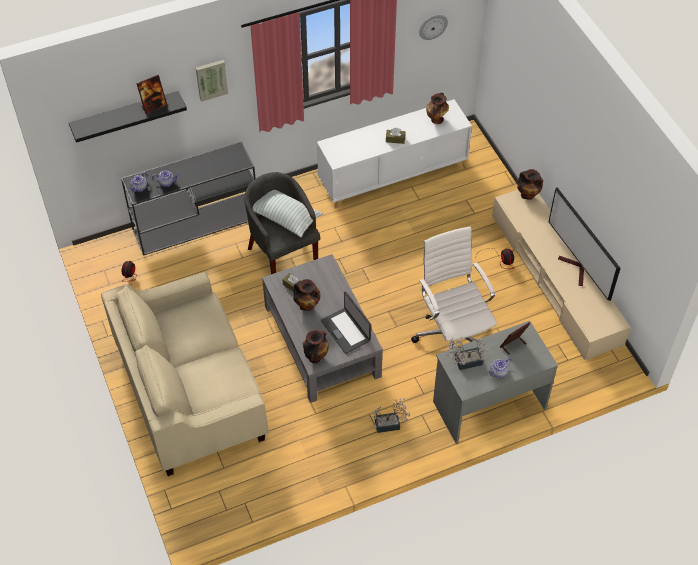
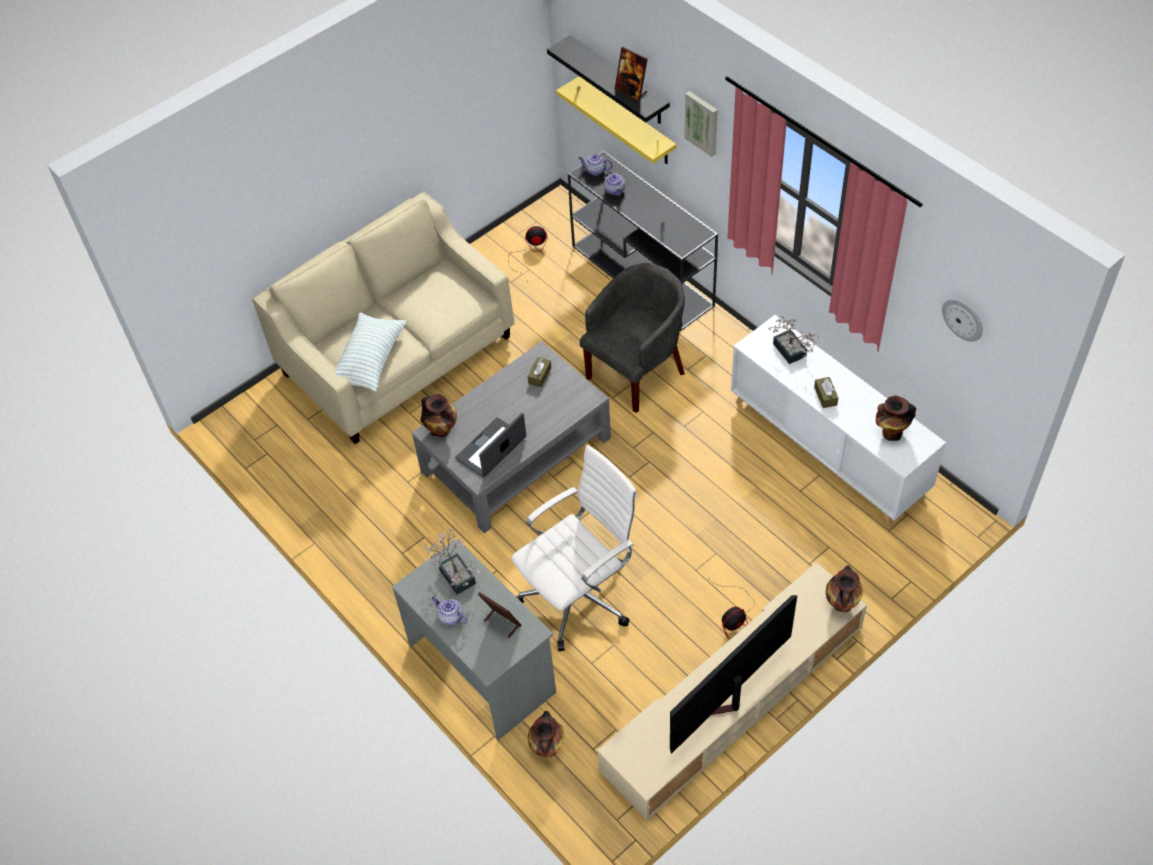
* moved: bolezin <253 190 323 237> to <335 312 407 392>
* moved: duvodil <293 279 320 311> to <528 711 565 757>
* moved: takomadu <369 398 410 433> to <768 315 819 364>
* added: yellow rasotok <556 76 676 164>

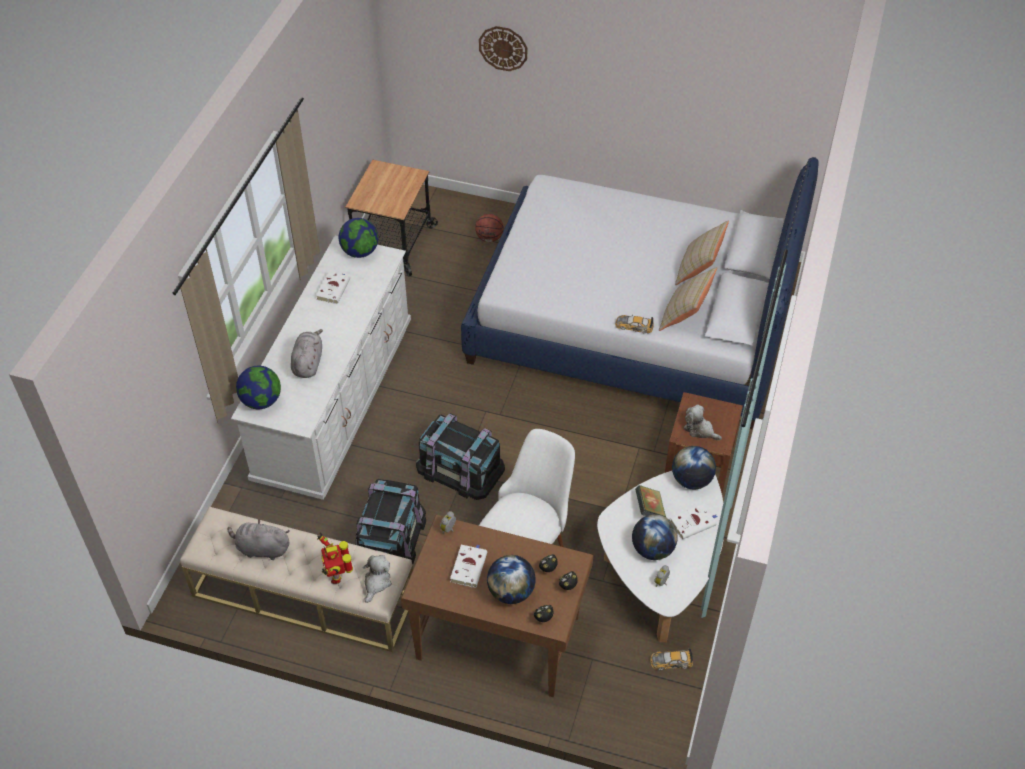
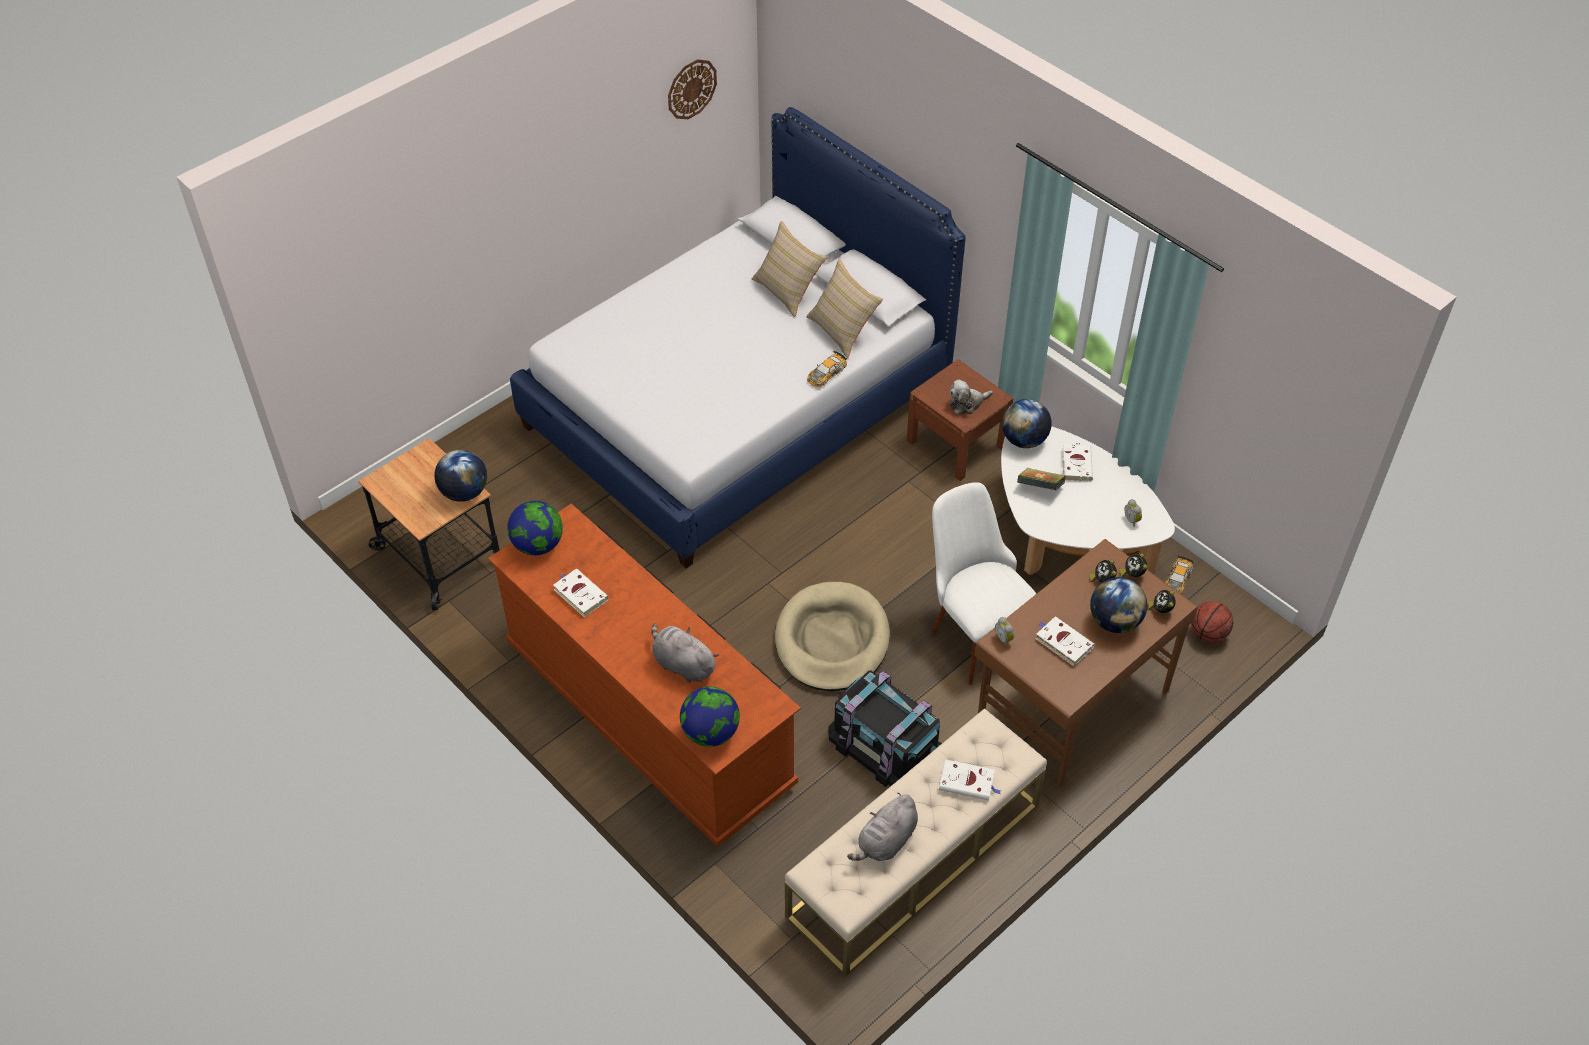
* recoloured: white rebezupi <231 236 411 500> to brown rebezupi <488 504 801 847>
* replaced: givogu <317 533 353 584> to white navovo <939 759 1001 801>
* removed: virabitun <363 555 392 603>
* replaced: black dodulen <416 413 505 500> to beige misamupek <775 582 890 691>
* moved: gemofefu <475 214 504 242> to <1191 601 1233 643>
* moved: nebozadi <479 26 527 71> to <668 59 717 119>
* moved: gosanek <632 514 678 560> to <434 450 487 502>

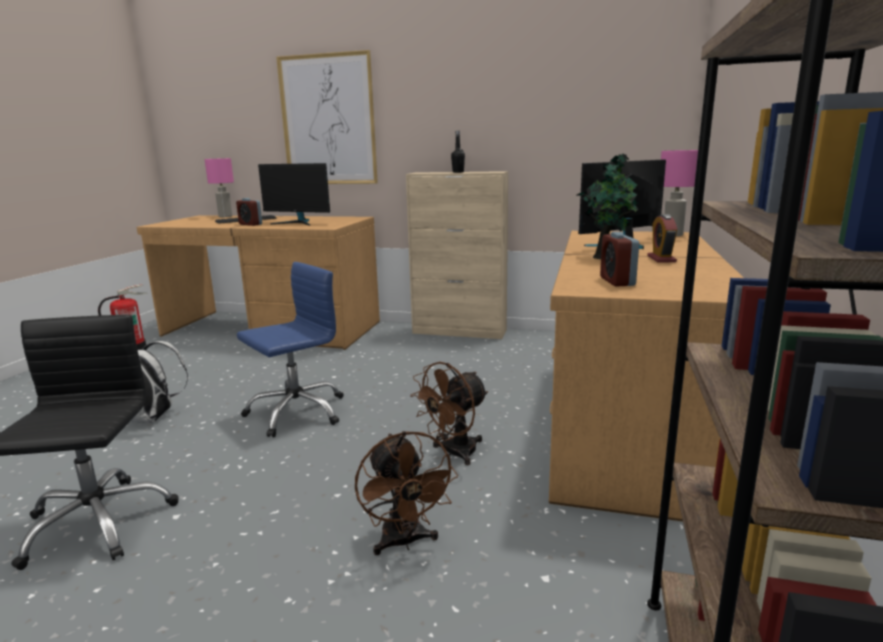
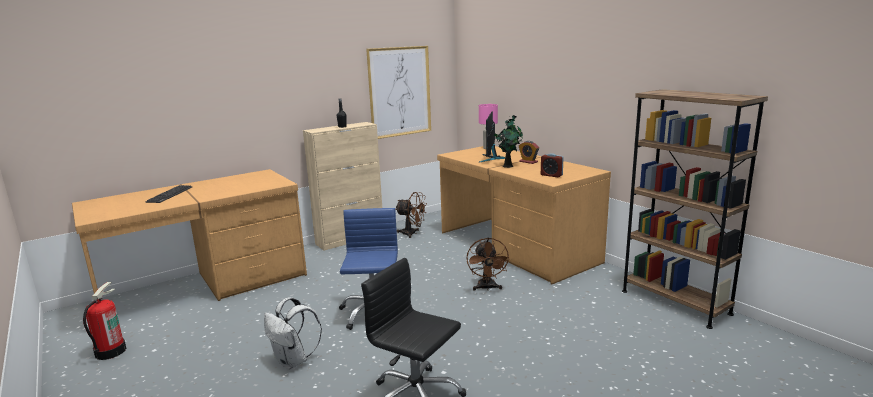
* removed: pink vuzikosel <205 158 234 217>
* removed: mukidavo <236 198 262 226>
* removed: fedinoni <258 163 330 226>
* moved: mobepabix <276 50 378 184> to <366 46 431 139>
* moved: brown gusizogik <355 431 458 555> to <396 192 426 238>

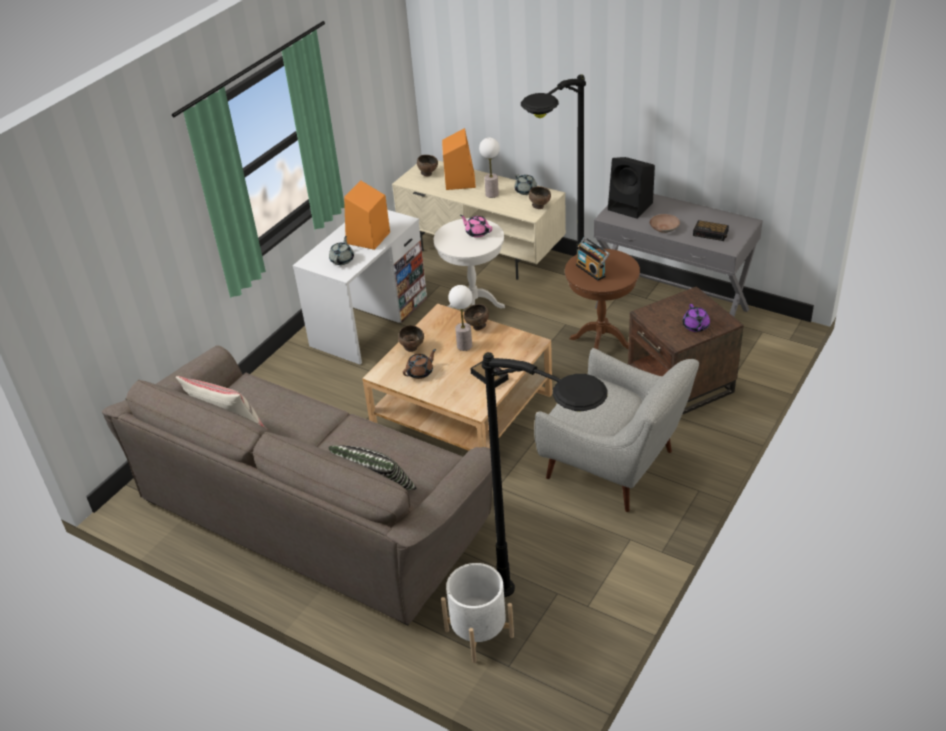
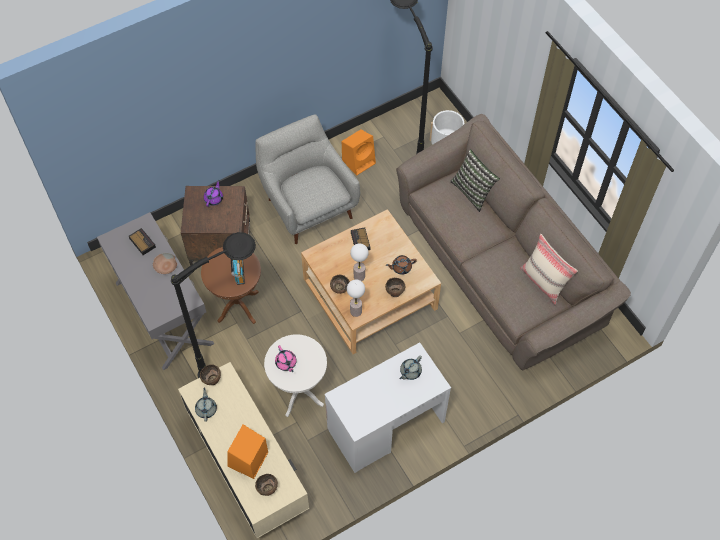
* moved: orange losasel <344 180 390 250> to <342 129 376 176>
* moved: vuzikosel <479 137 500 198> to <347 279 365 317>
* removed: black losasel <608 157 655 219>

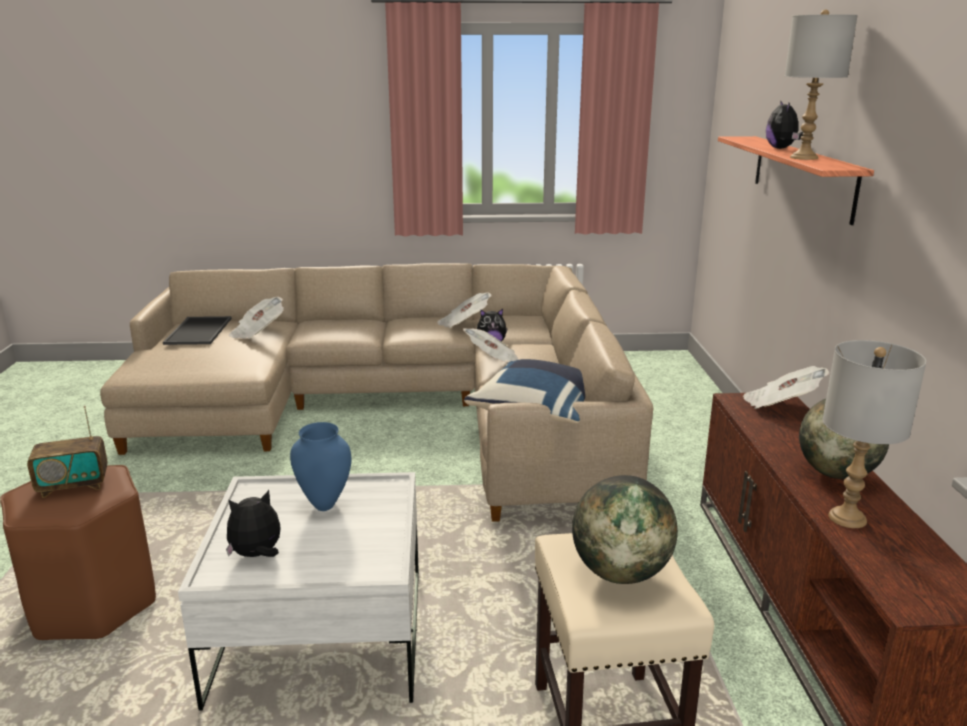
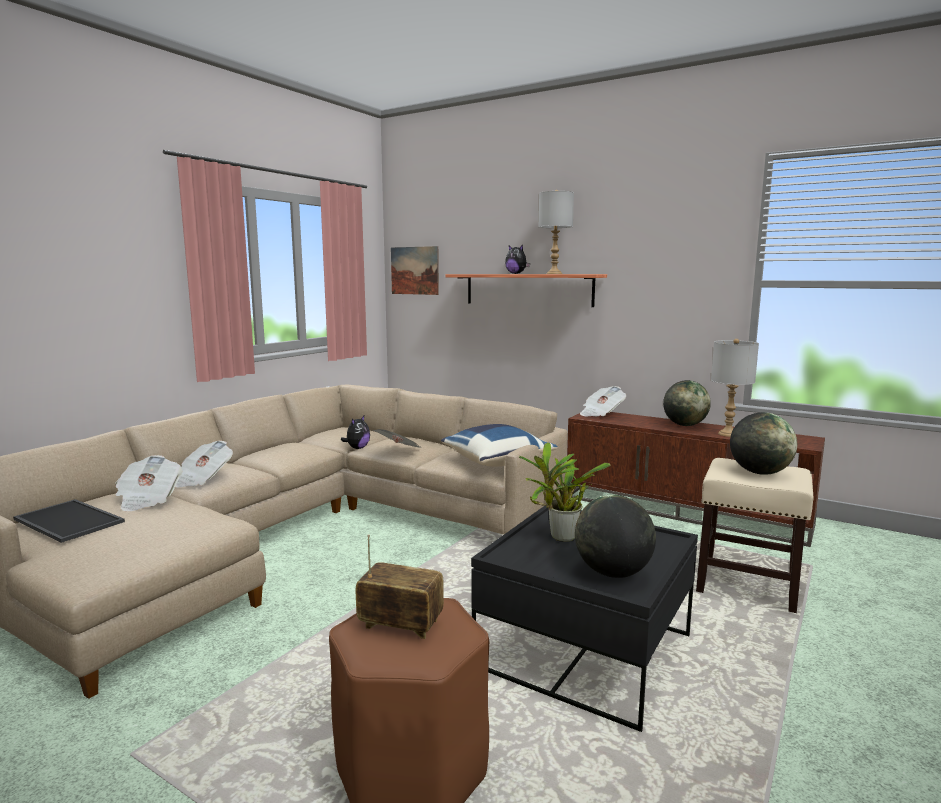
* turned: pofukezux <27 405 107 498> = <355 534 444 639> 90 degrees counterclockwise
* recoloured: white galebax <178 472 419 711> to black galebax <471 506 698 732>
* replaced: virabitun <226 490 280 557> to gosanek <575 495 656 578>
* replaced: blue duvodil <290 422 351 511> to takomadu <519 442 611 542>
* moved: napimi <437 293 492 328> to <175 440 233 487>
* added: mobepabix <391 246 439 295>

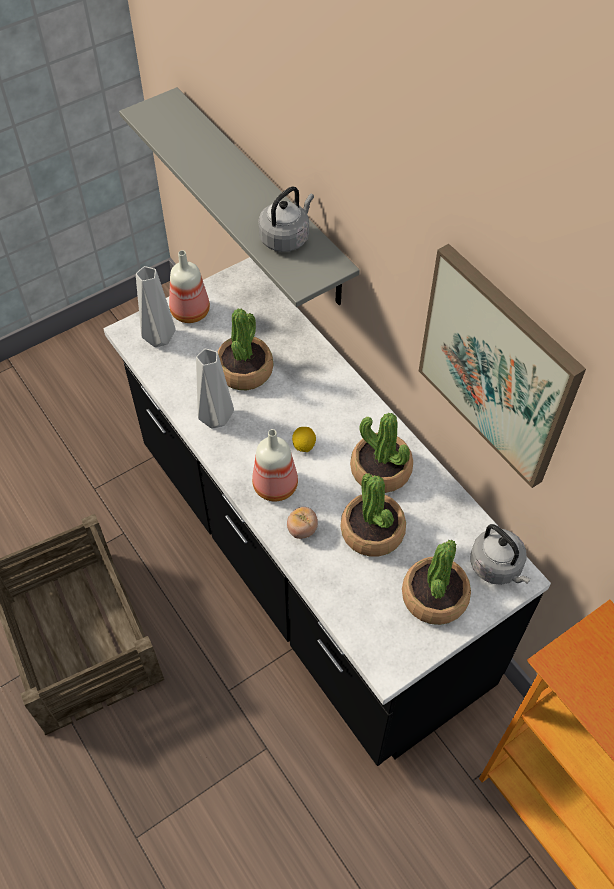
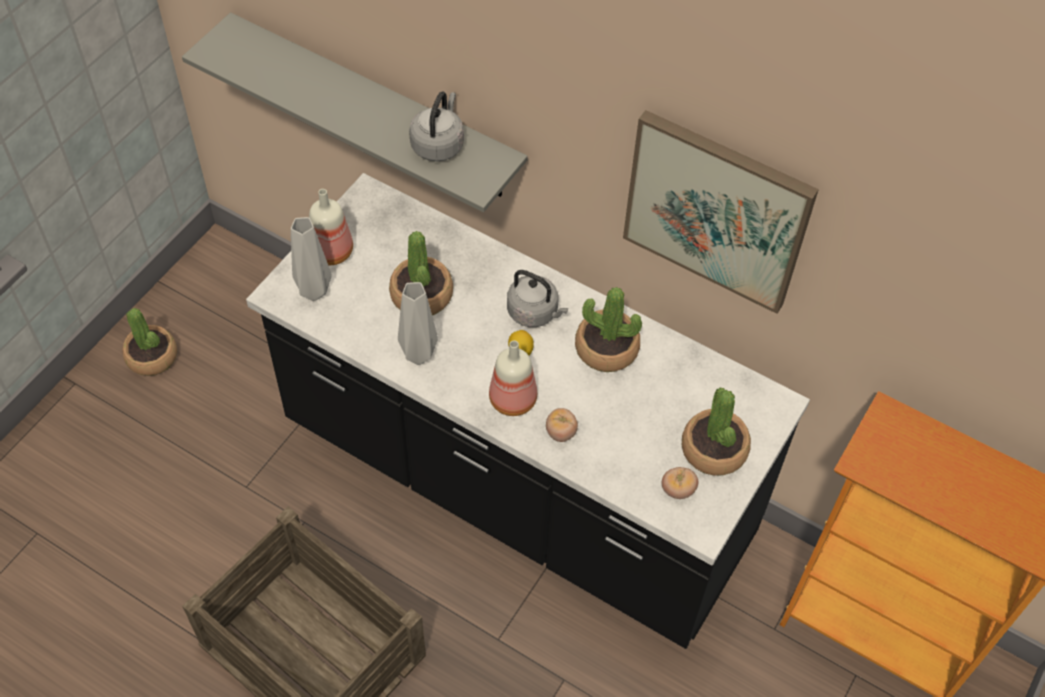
* moved: takomadu <340 473 406 557> to <122 308 177 376>
* moved: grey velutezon <470 524 531 585> to <507 270 568 327>
* added: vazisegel <662 467 698 499>

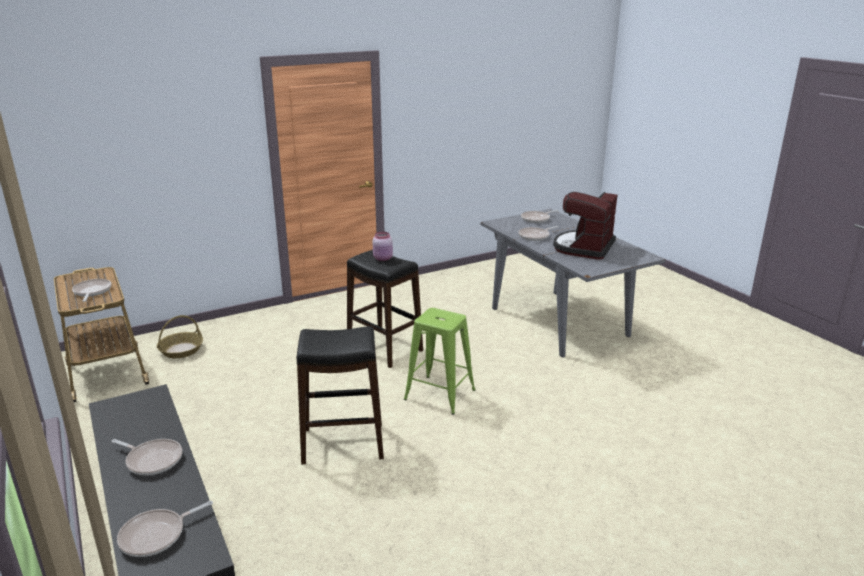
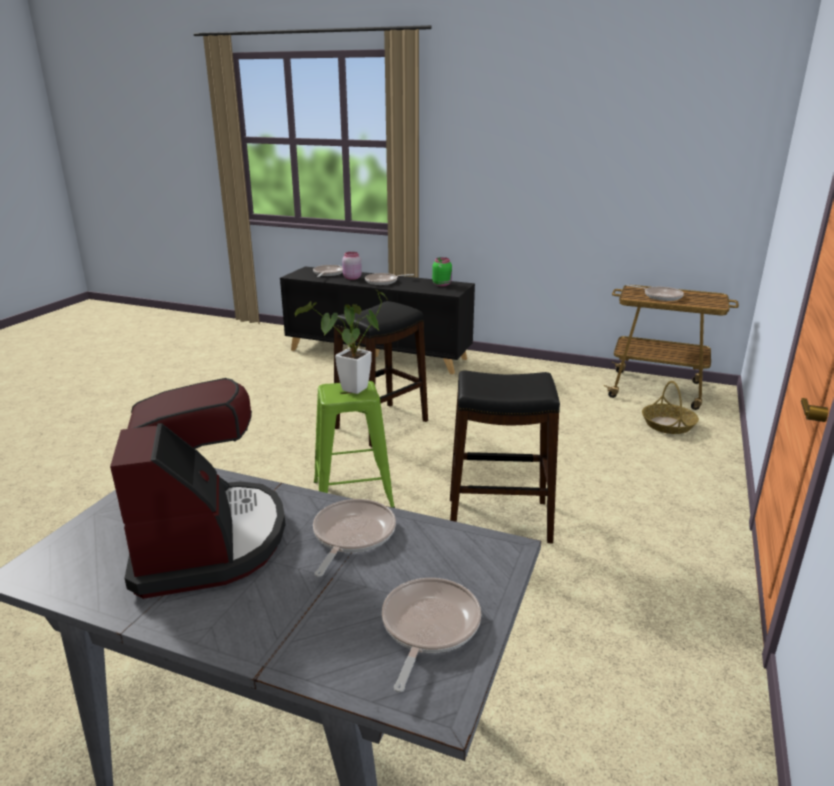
* moved: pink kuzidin <372 232 393 261> to <342 252 362 280>
* added: takomadu <295 289 387 394>
* added: green kuzidin <432 257 452 286>

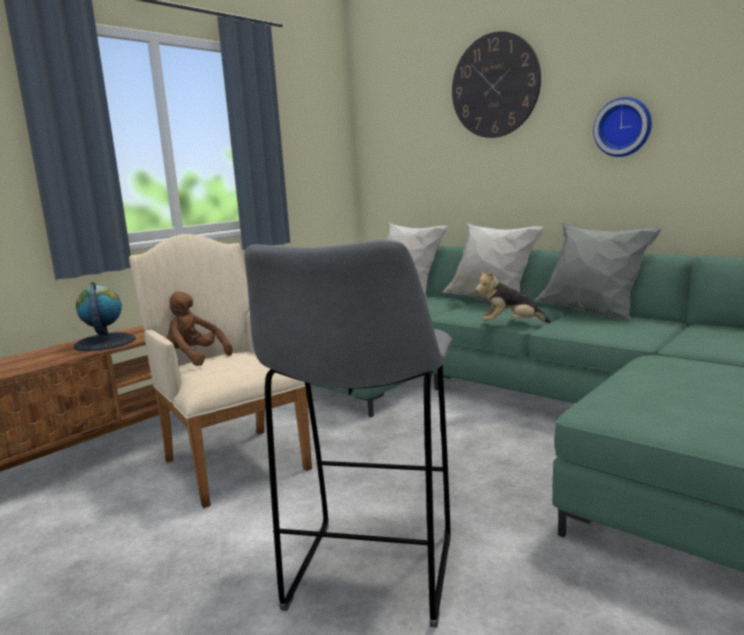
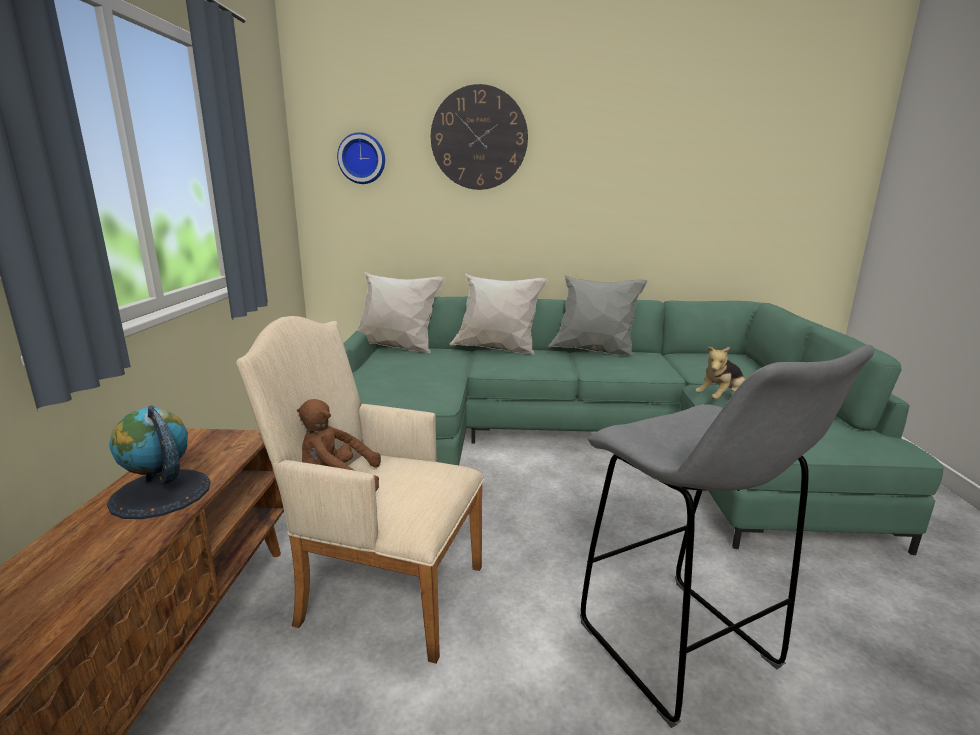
* moved: virabitun <475 271 551 323> to <695 347 745 400>
* moved: nebozadi <593 97 652 157> to <337 132 385 184>

